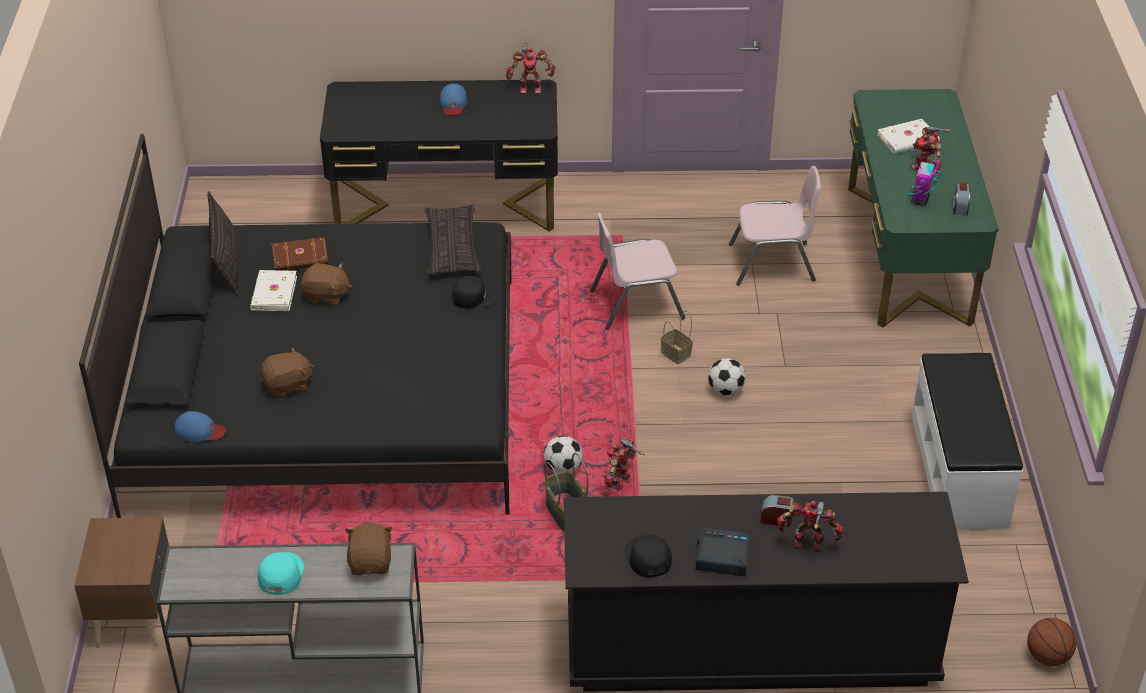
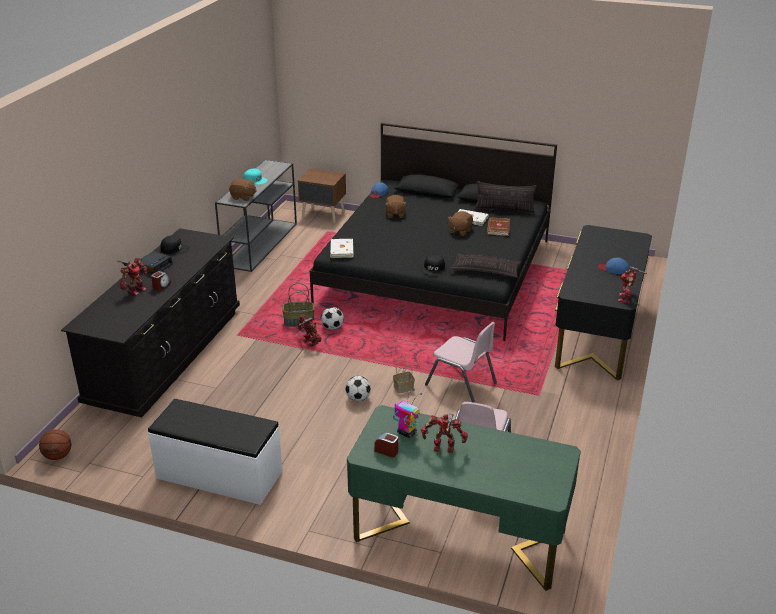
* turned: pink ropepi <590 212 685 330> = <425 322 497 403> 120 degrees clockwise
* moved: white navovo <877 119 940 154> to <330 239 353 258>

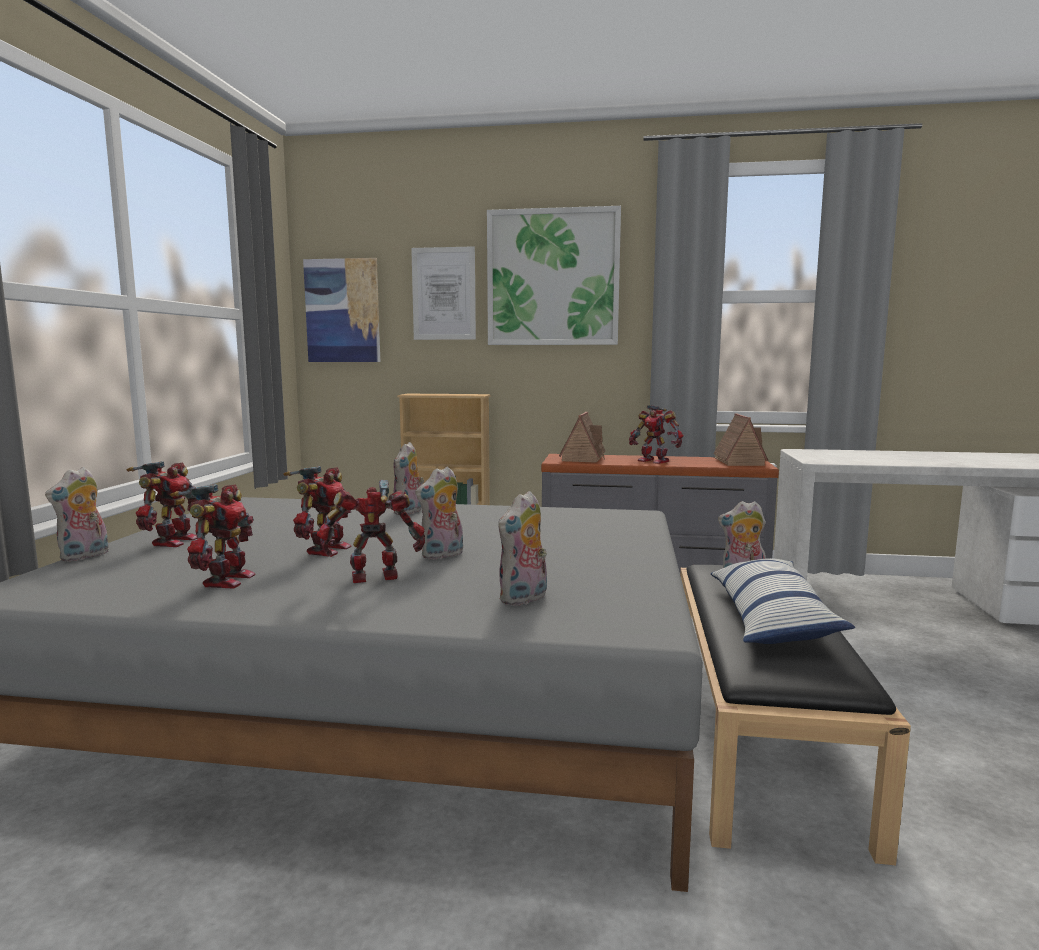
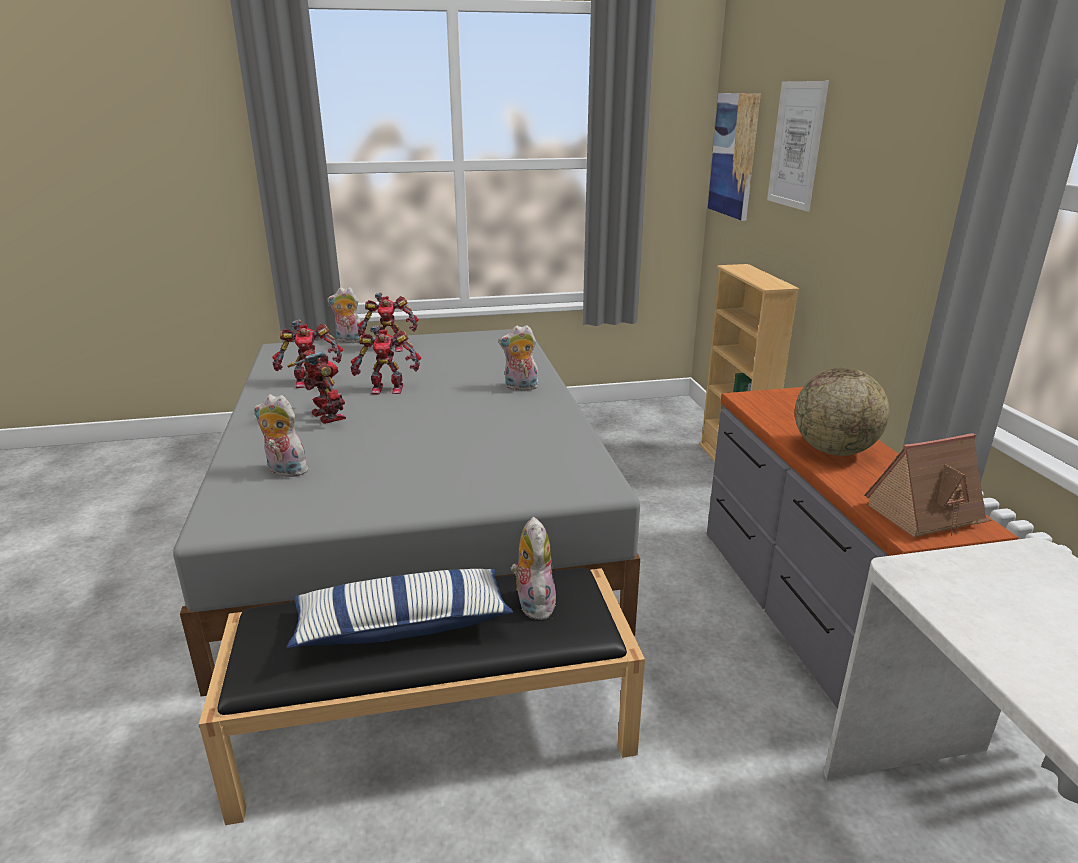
* removed: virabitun <415 467 463 560>
* removed: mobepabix <487 206 621 345>
* removed: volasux <559 412 606 463>
* replaced: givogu <629 405 683 464> to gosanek <795 368 889 456>

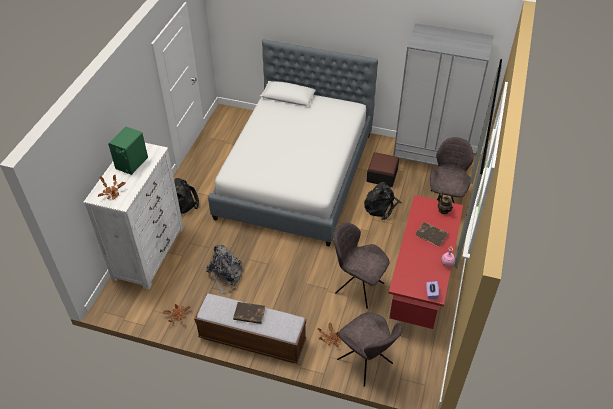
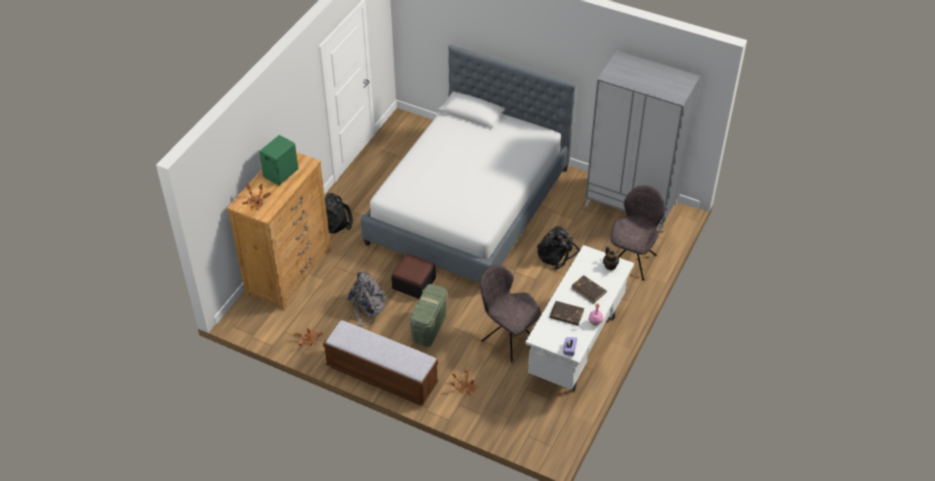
* recoloured: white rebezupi <83 143 184 289> to brown rebezupi <227 152 331 310>
* moved: brown navovo <233 302 265 324> to <549 301 584 325>
* removed: grey ropepi <337 312 403 387>
* moved: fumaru <366 152 399 187> to <391 253 436 299>
* recoloured: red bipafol <388 195 463 329> to white bipafol <525 245 634 391>
* added: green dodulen <409 284 447 347>

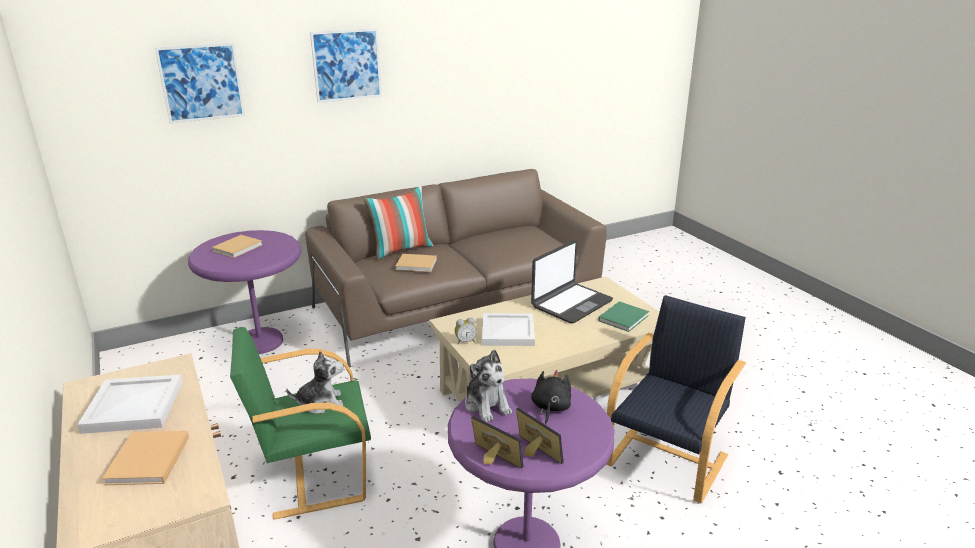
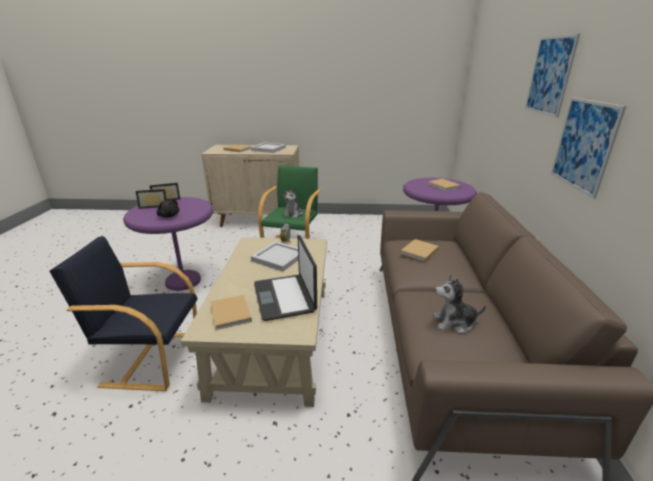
* moved: mobepabix <155 43 245 124> to <551 97 626 199>
* removed: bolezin <364 186 433 259>
* moved: virabitun <465 349 512 422> to <433 275 486 334>
* recoloured: green navovo <598 301 649 332> to beige navovo <210 295 252 330>
* turned: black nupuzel <606 295 746 503> = <49 236 197 391> 120 degrees clockwise

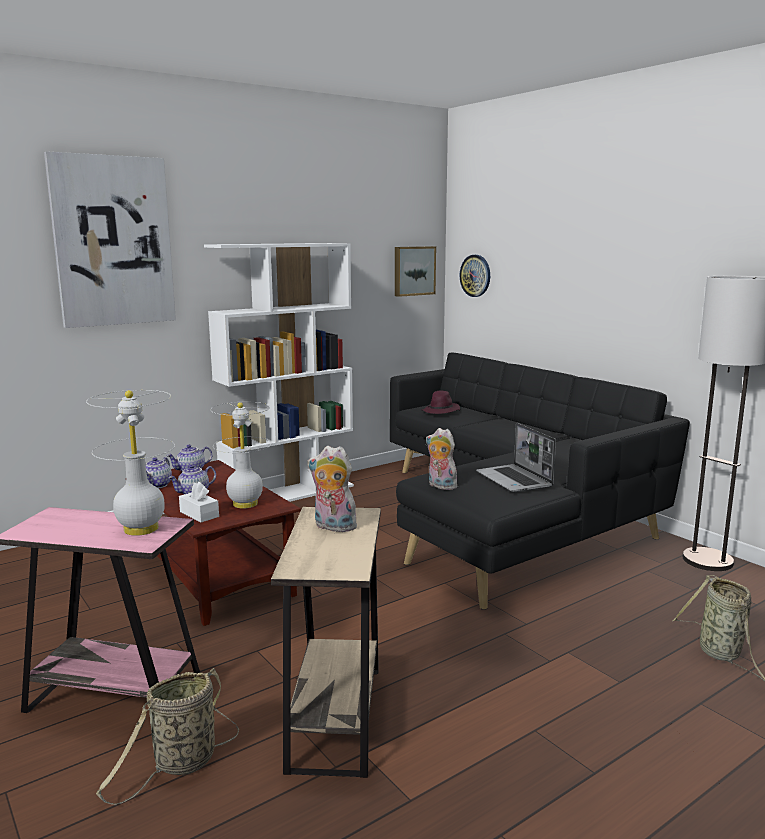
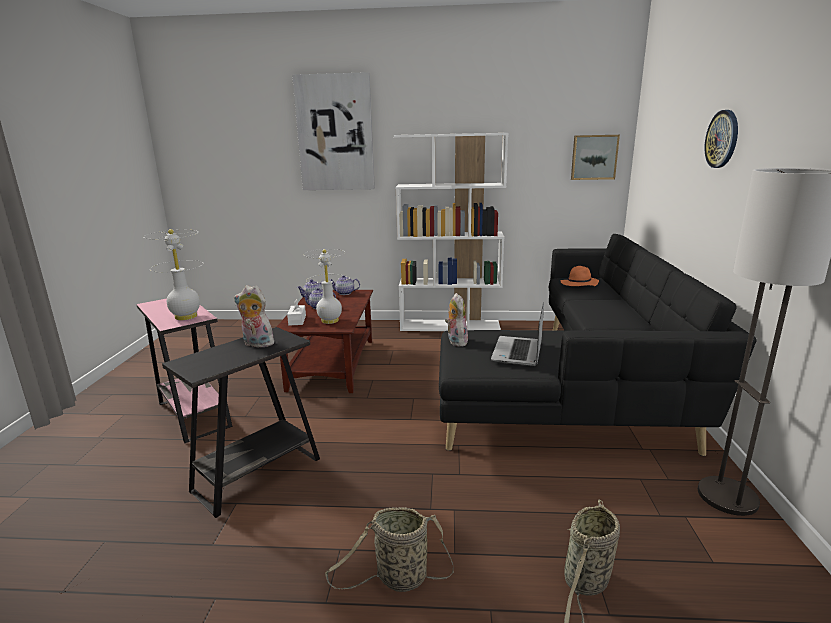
* moved: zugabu <96 668 239 805> to <325 507 454 592>
* recoloured: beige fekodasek <271 507 381 778> to black fekodasek <162 327 320 518>
* turned: virabitun <307 446 359 532> = <234 285 276 347> 45 degrees counterclockwise
* recoloured: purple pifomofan <422 390 460 414> to orange pifomofan <561 266 599 286>
* moved: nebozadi <460 255 490 297> to <705 110 738 168>

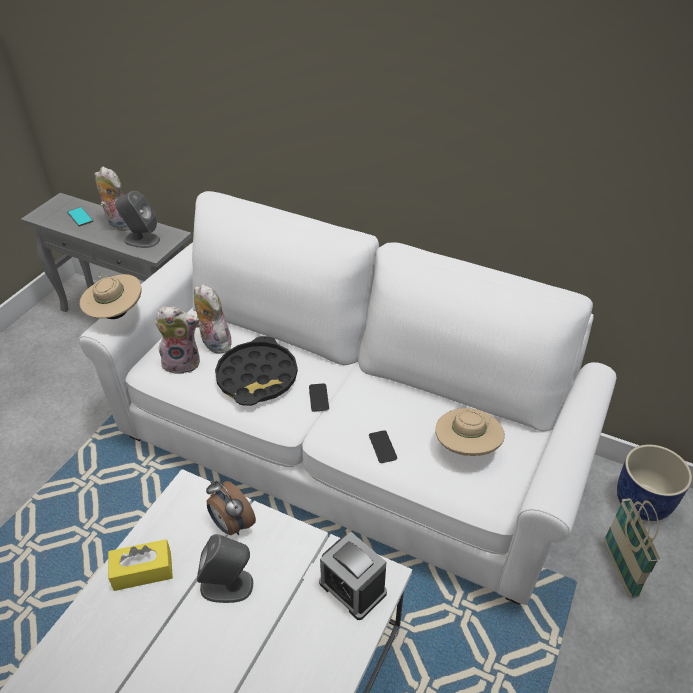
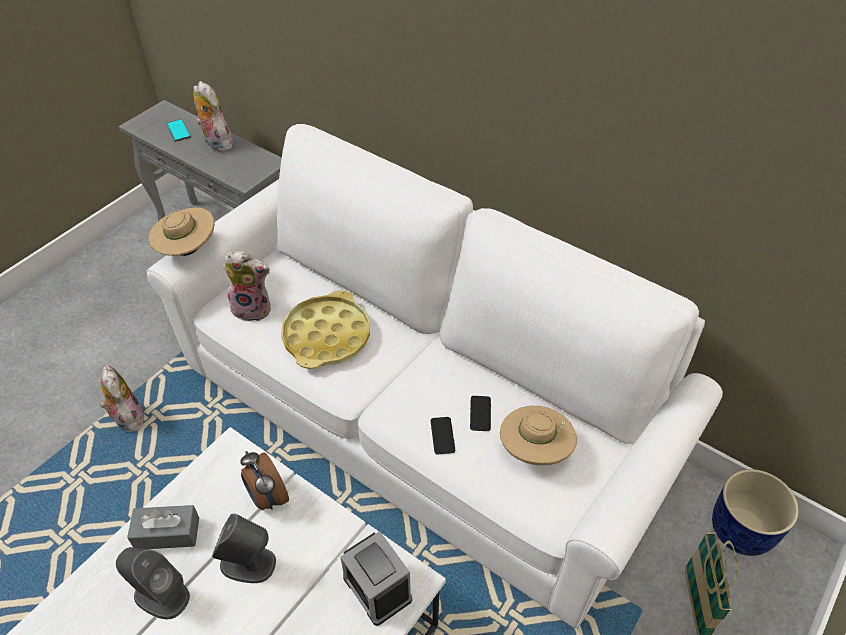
* recoloured: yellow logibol <108 539 173 591> to grey logibol <127 505 199 549>
* moved: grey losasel <115 191 160 248> to <116 547 190 619>
* moved: virabitun <194 284 232 354> to <100 365 144 432>
* recoloured: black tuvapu <215 336 298 406> to yellow tuvapu <281 290 370 369>
* moved: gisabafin <309 383 329 412> to <470 396 491 431>

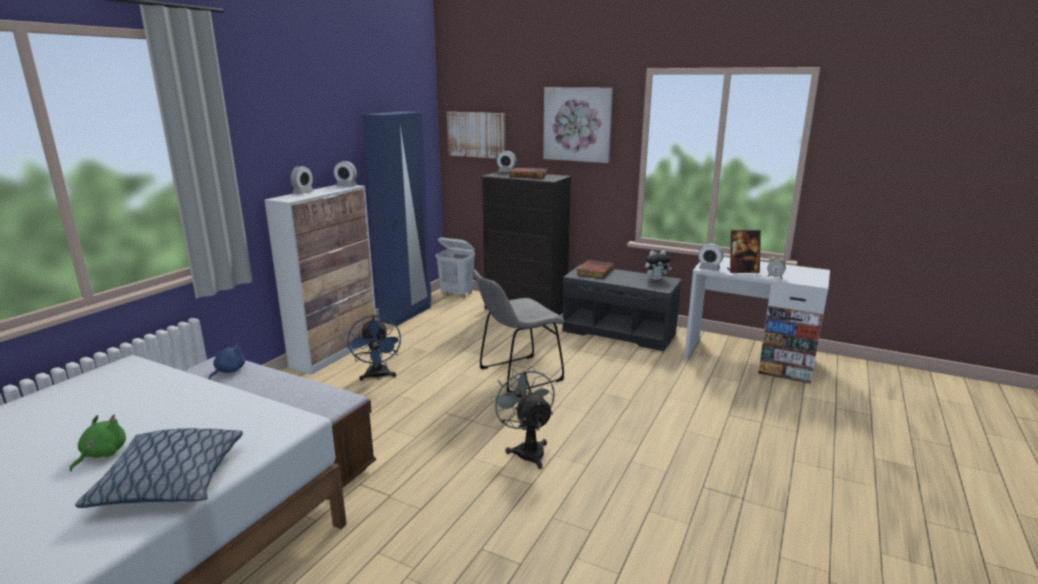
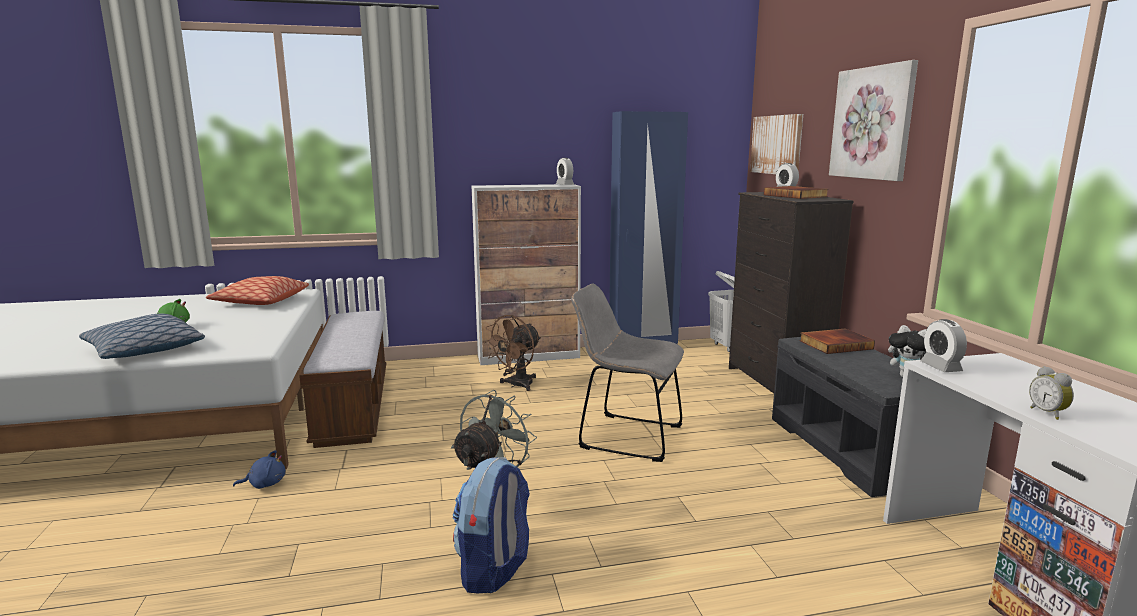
* moved: blue virabitun <209 343 245 380> to <233 450 286 489>
* removed: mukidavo <291 166 314 194>
* recoloured: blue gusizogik <348 315 401 381> to brown gusizogik <483 315 541 391>
* removed: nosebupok <727 230 761 273>
* added: bolezin <206 276 309 305>
* added: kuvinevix <452 457 530 593>

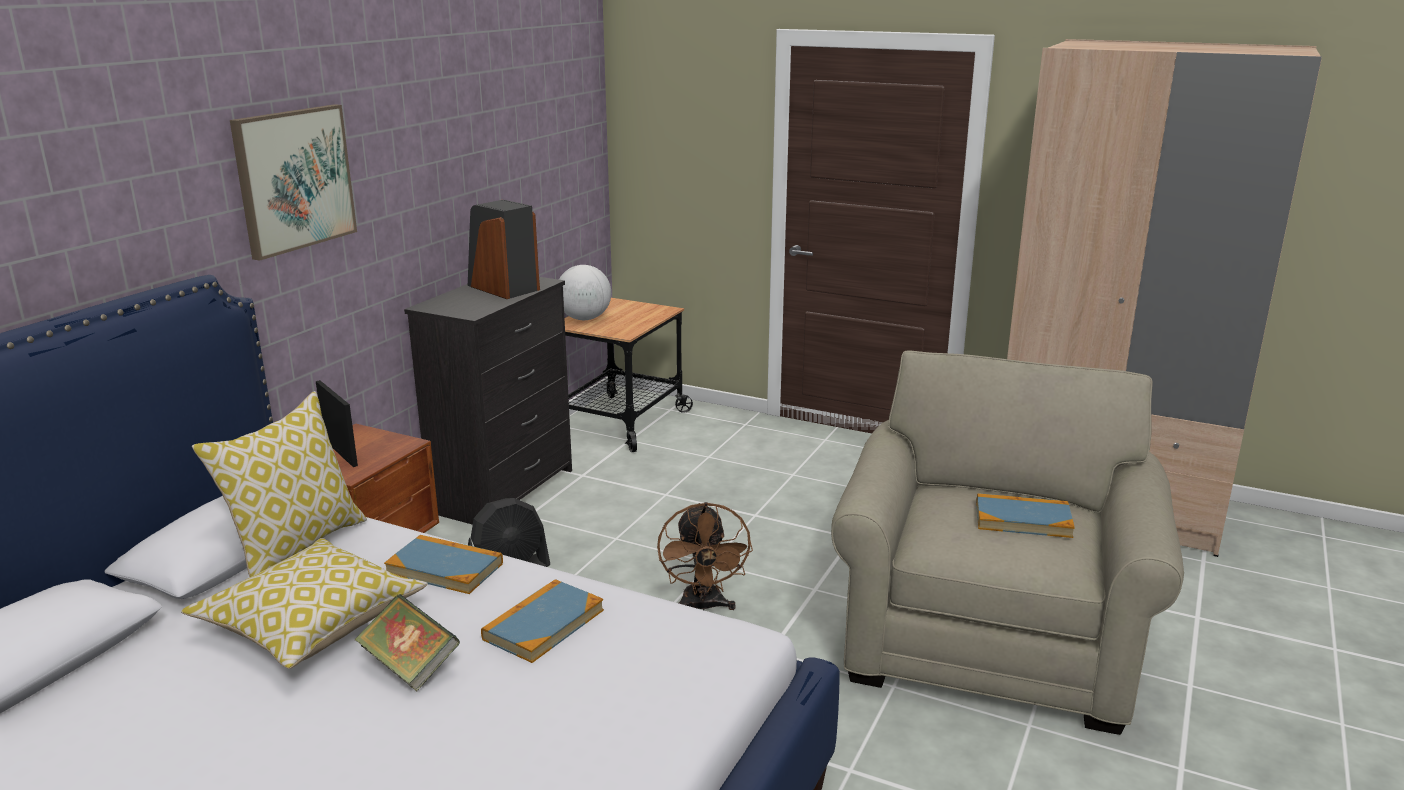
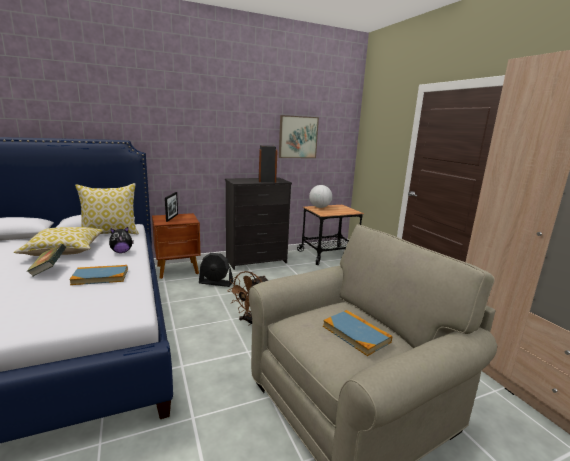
* moved: mobepabix <230 104 357 261> to <279 115 319 158>
* replaced: navovo <384 535 503 594> to virabitun <109 227 134 253>

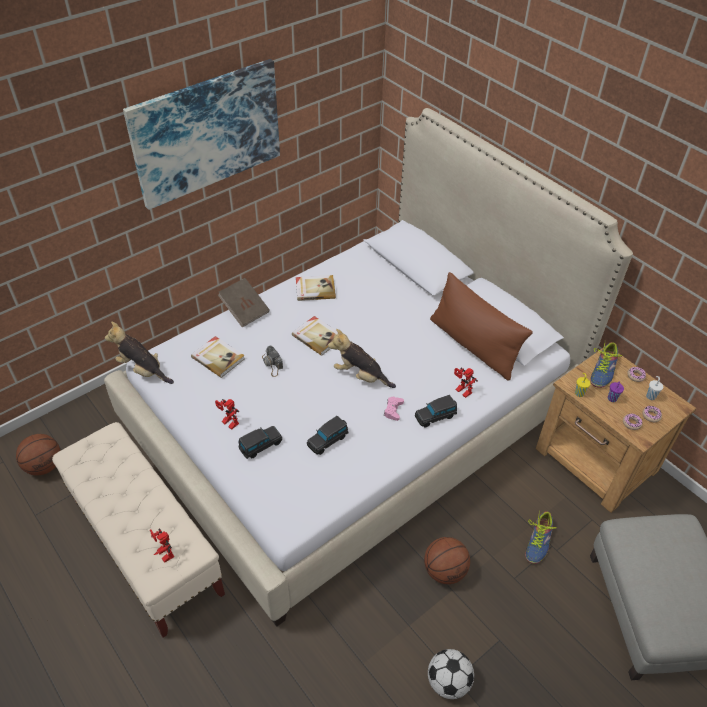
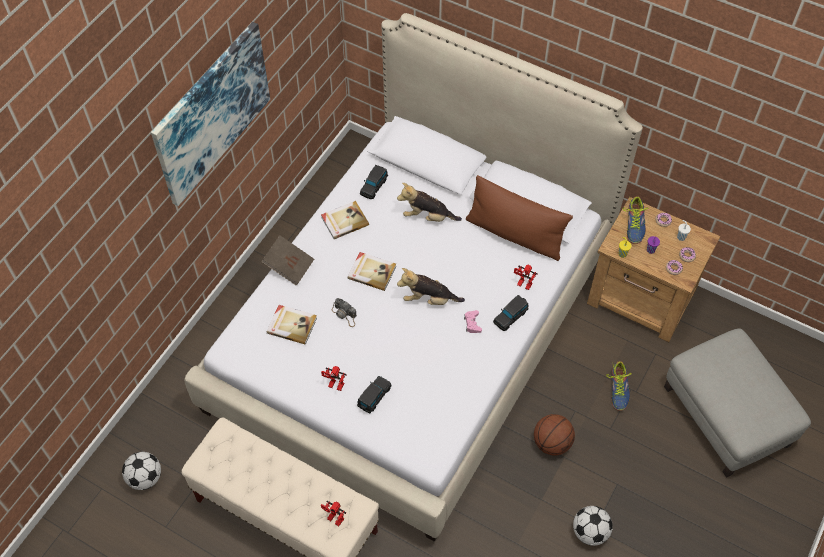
* replaced: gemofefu <16 434 61 475> to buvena <122 452 161 490>
* moved: virabitun <105 322 174 384> to <397 183 462 222>
* moved: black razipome <307 416 349 455> to <360 165 388 199>

